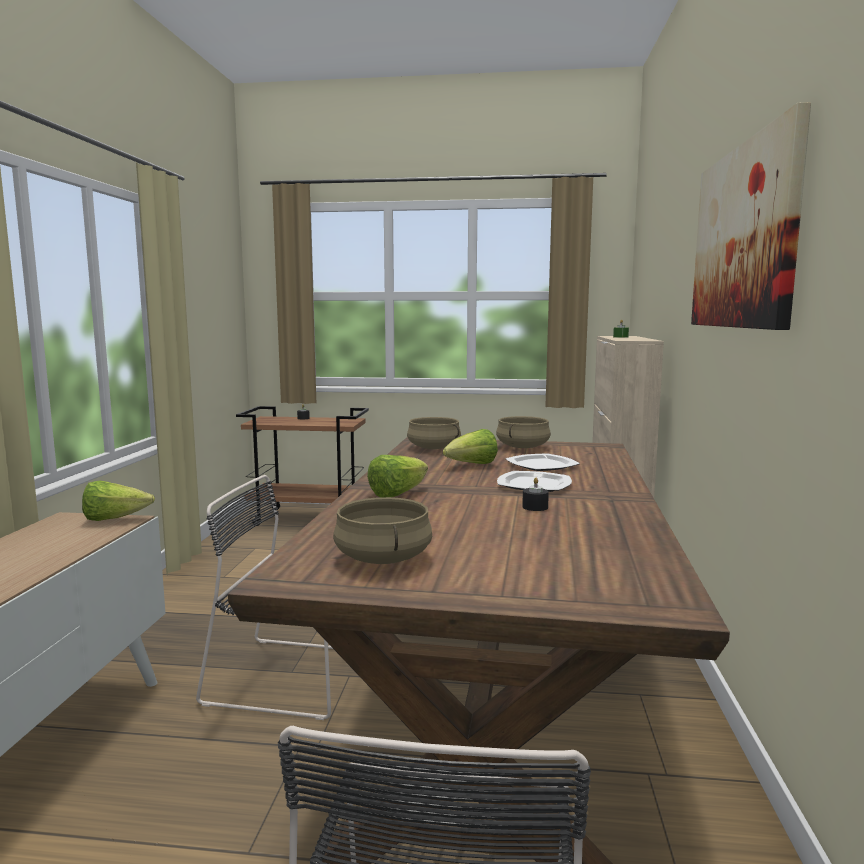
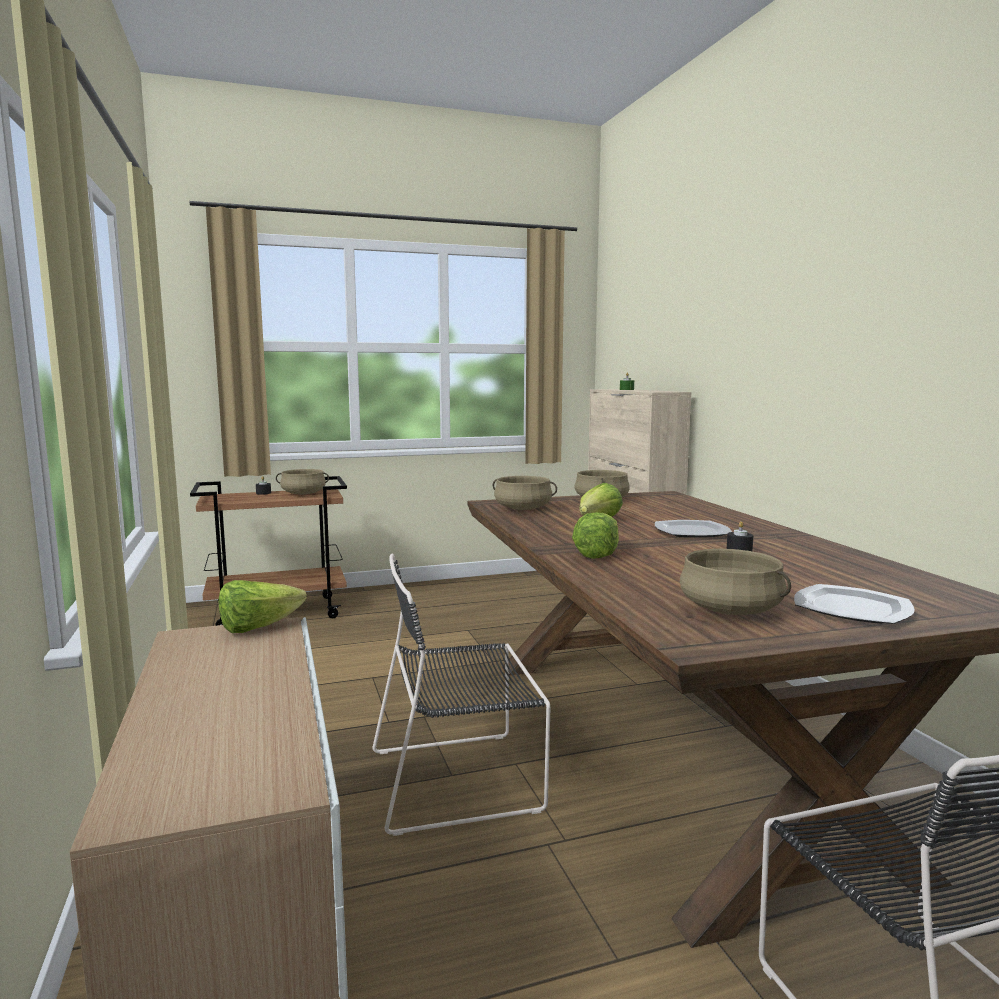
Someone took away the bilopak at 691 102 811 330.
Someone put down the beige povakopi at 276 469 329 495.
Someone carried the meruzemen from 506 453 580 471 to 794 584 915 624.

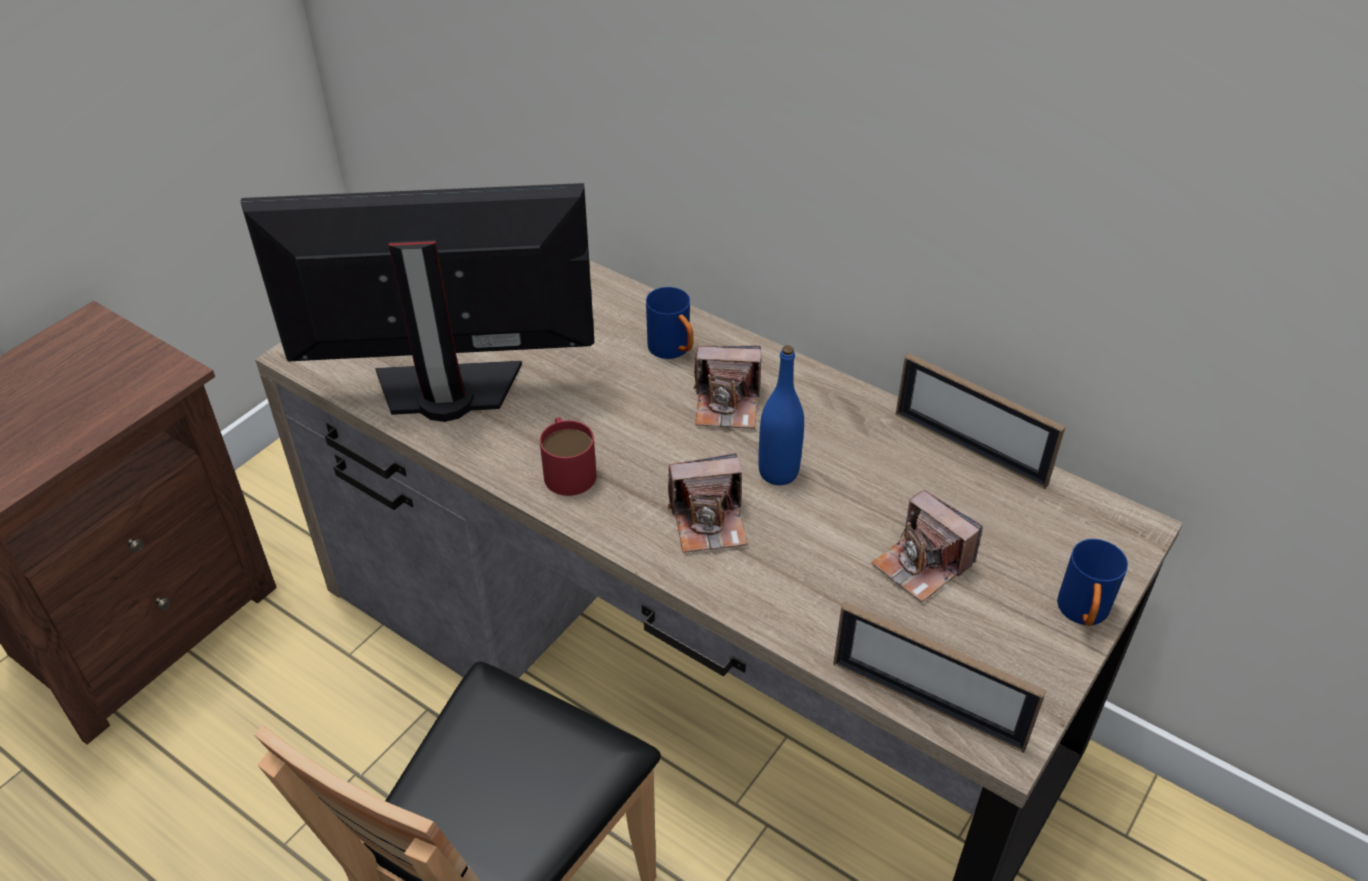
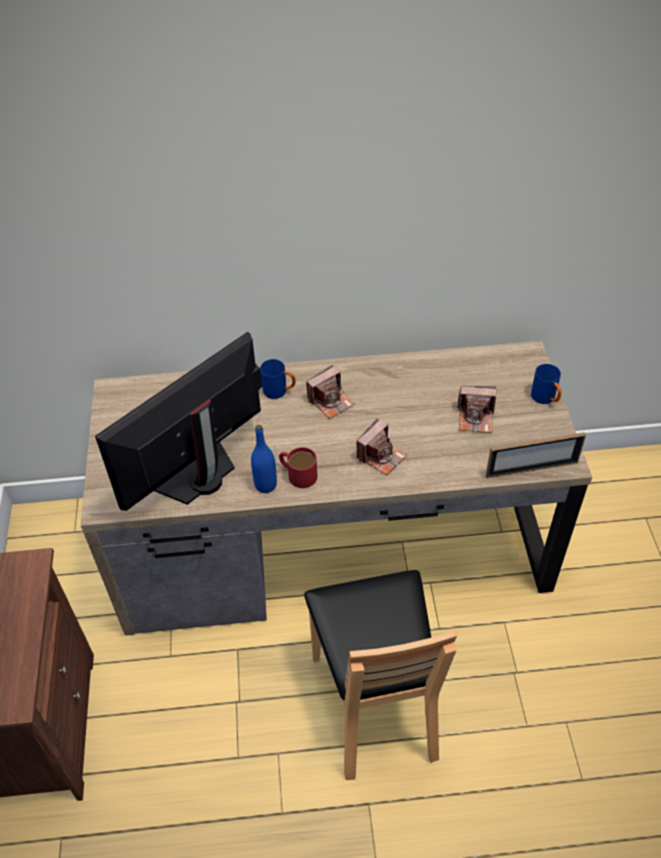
Someone took away the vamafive at 896 353 1066 489.
Someone carried the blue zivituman from 758 345 804 485 to 251 425 277 493.

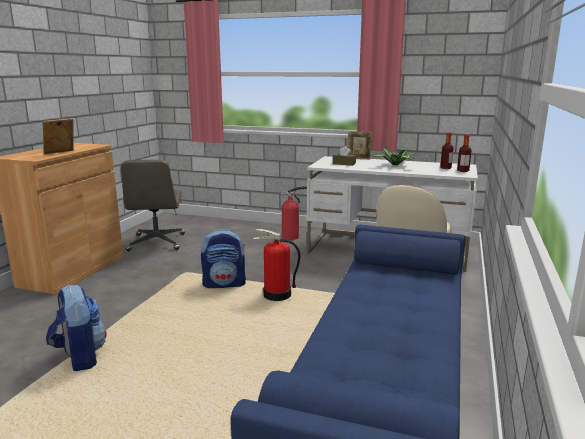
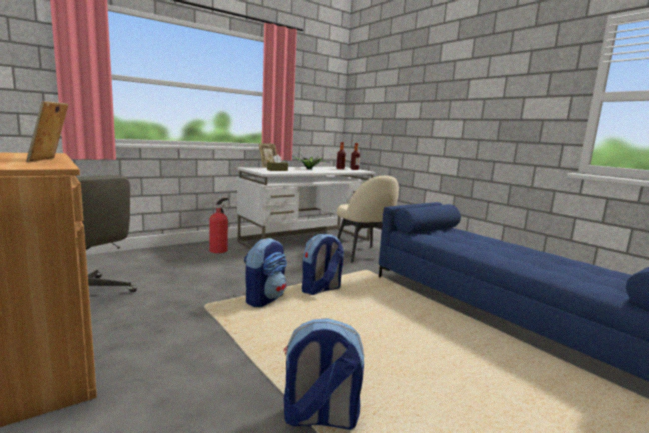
Someone swapped the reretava at 253 229 300 301 for the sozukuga at 302 234 344 295.

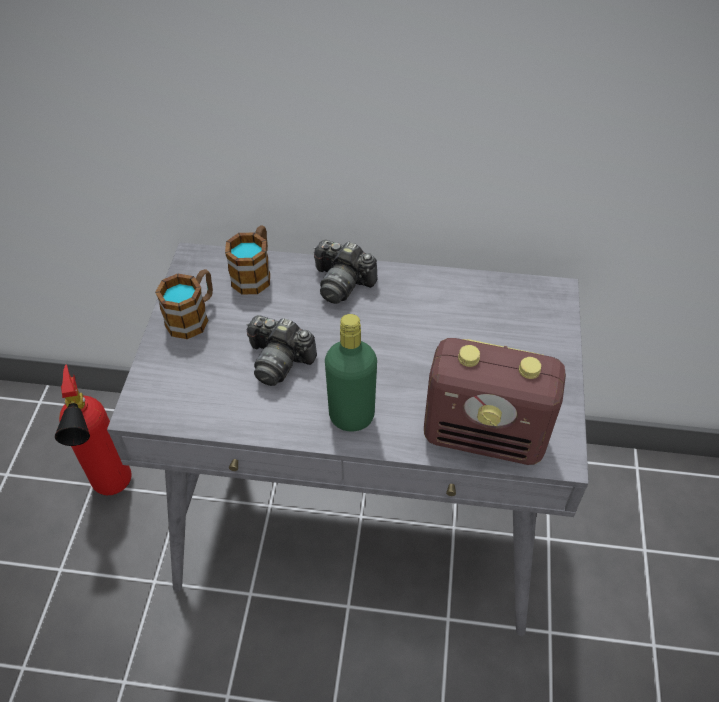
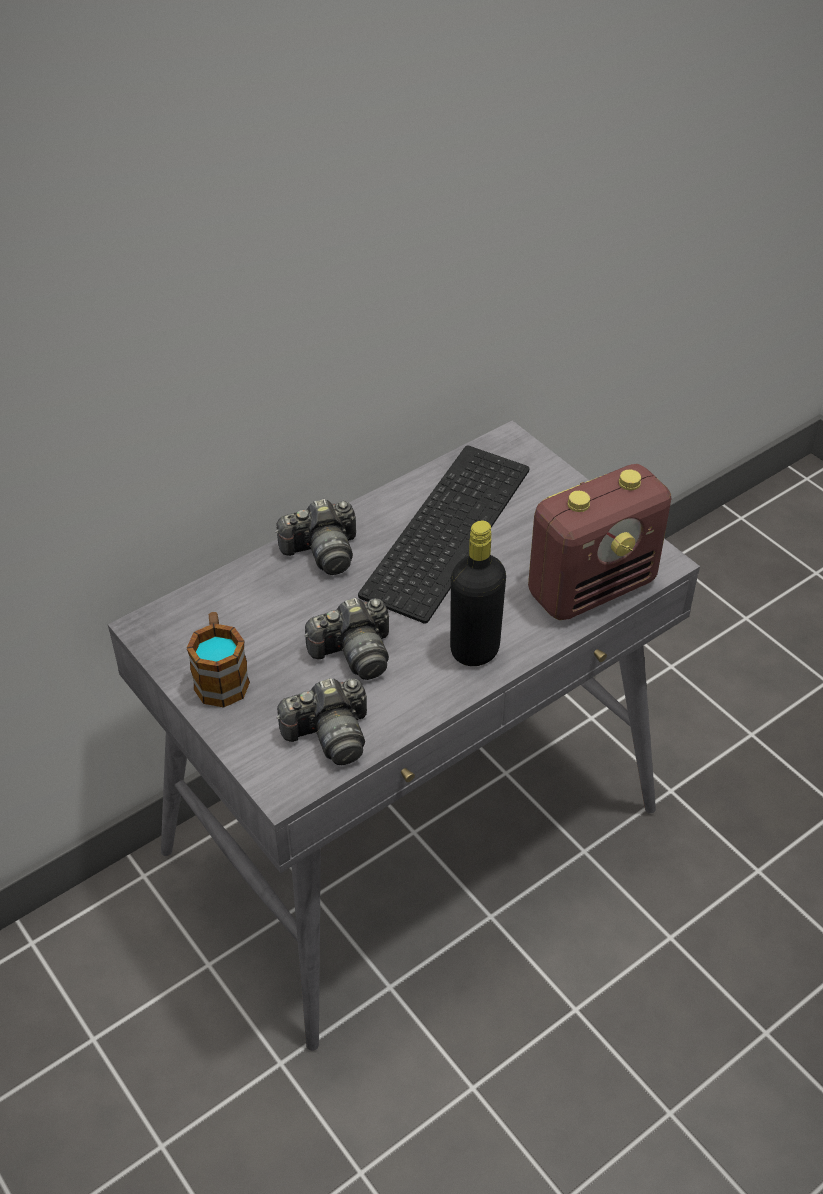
Someone took away the reretava at 55 364 132 495.
Someone took away the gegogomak at 225 225 270 295.
Someone put down the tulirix at 276 678 367 765.
Someone put down the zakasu at 358 445 530 624.
Someone repainted the green zivituman at 325 314 377 432, which became the black zivituman at 450 521 506 666.

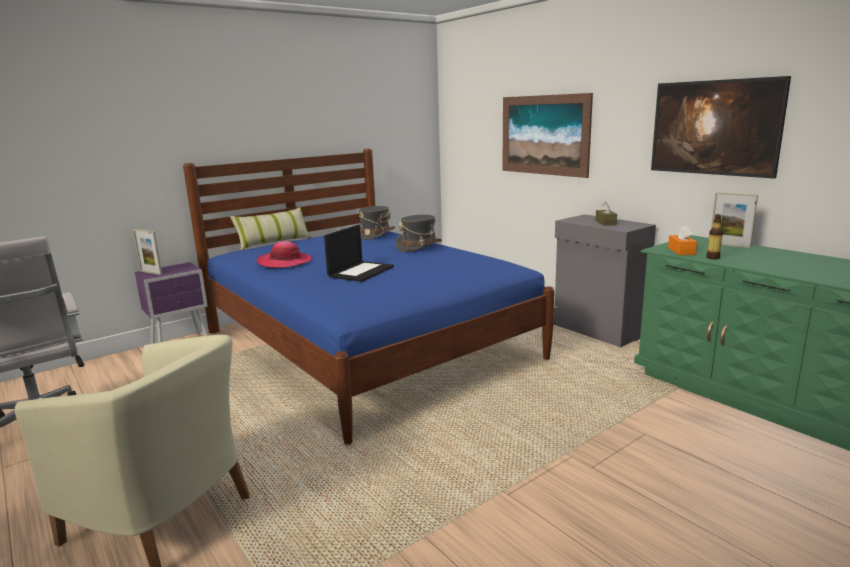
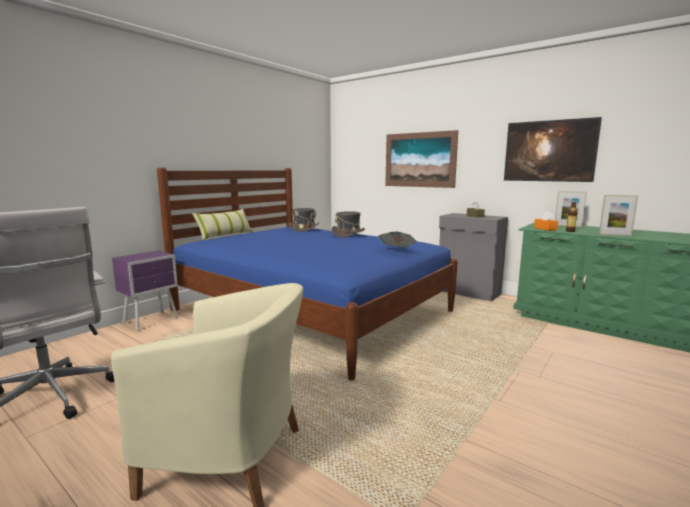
Someone took away the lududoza at 256 241 312 268.
Someone took away the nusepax at 324 224 394 282.
Someone put down the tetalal at 378 232 416 247.
Someone carried the vamafive from 133 229 162 275 to 599 195 638 236.

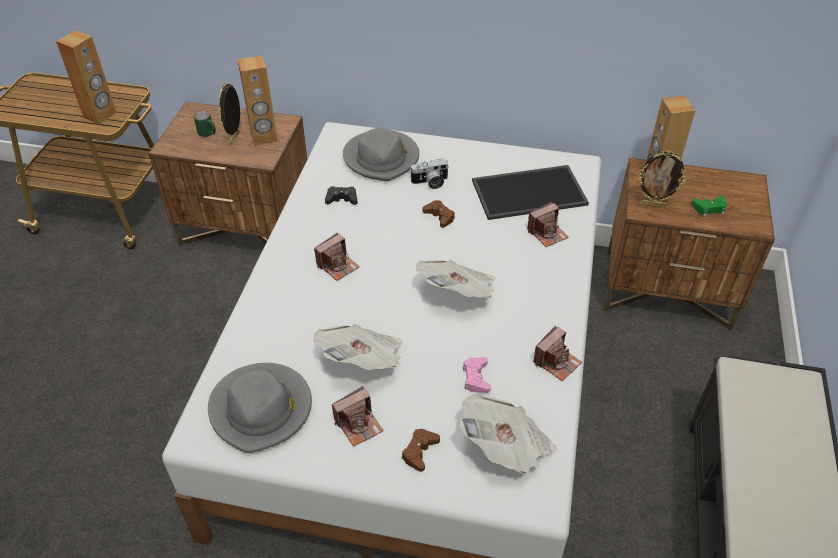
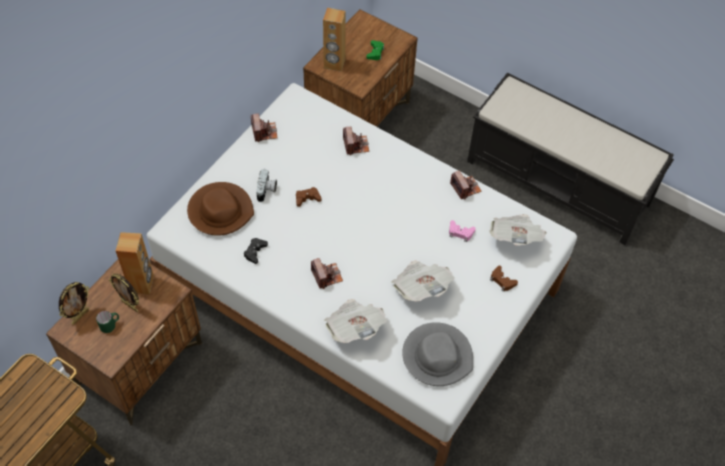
Someone took away the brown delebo at 56 31 117 124.
Someone took away the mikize at 472 165 589 220.
Someone carried the tulirix from 332 386 384 447 to 251 114 278 142.
Someone carried the tetalal from 416 260 495 298 to 324 299 387 343.
Someone carried the vamafive from 638 150 686 208 to 59 282 89 325.
Someone repainted the grey lududoza at 343 128 419 181, which became the brown lududoza at 187 182 254 236.

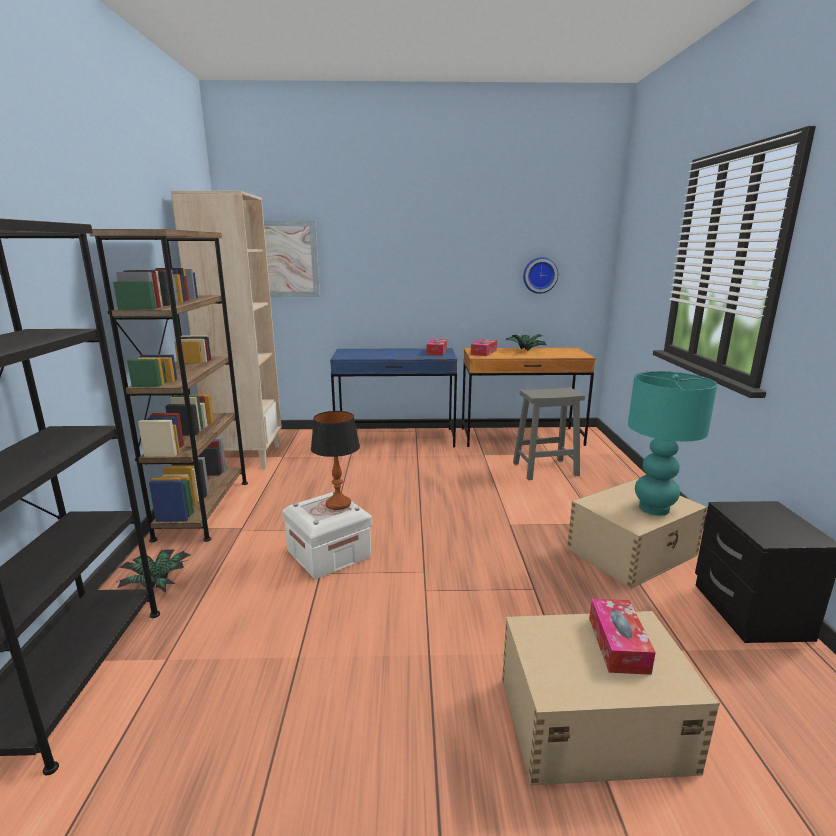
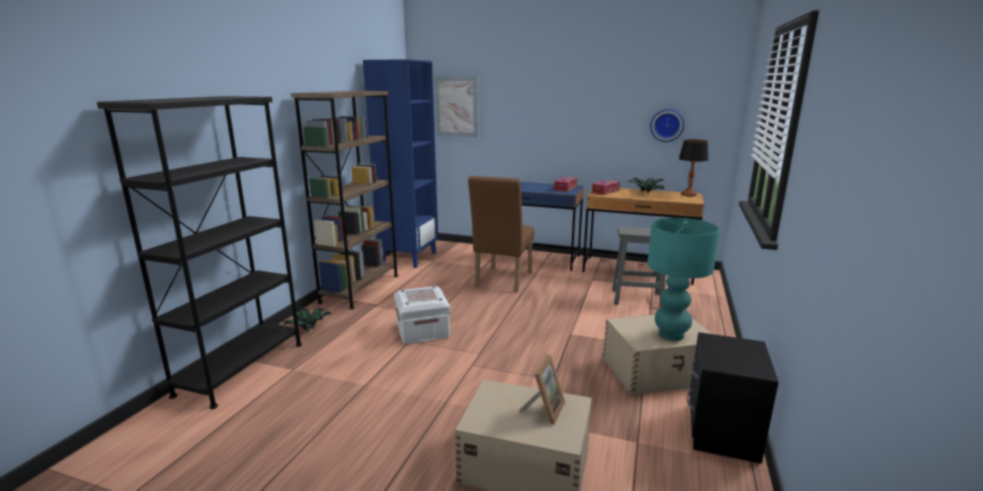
Someone put down the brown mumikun at 468 176 534 292.
Someone carried the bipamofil from 311 411 360 510 to 679 139 708 196.
Someone swapped the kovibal at 589 599 656 675 for the vamafive at 519 355 565 424.
Someone repainted the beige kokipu at 171 191 282 469, which became the blue kokipu at 363 59 438 268.

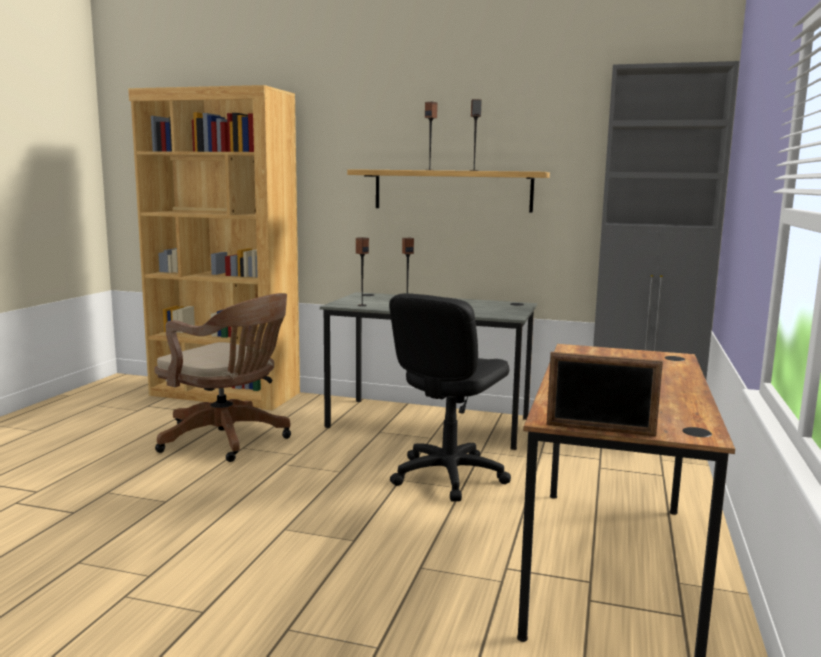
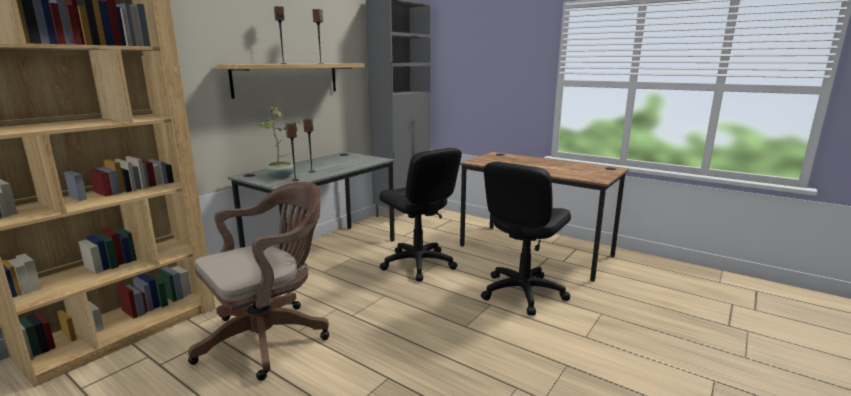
Someone took away the vamafive at 547 352 663 437.
Someone put down the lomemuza at 258 107 301 179.
Someone put down the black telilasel at 481 162 571 315.

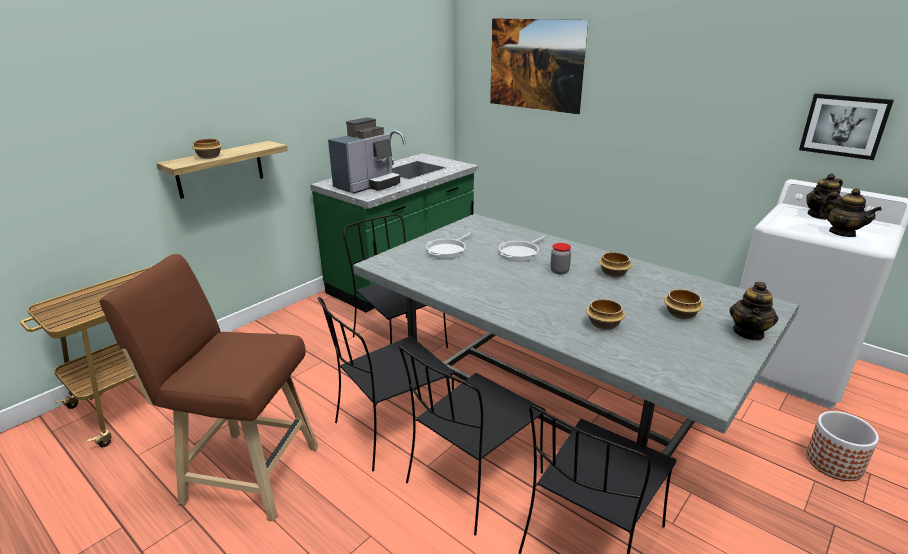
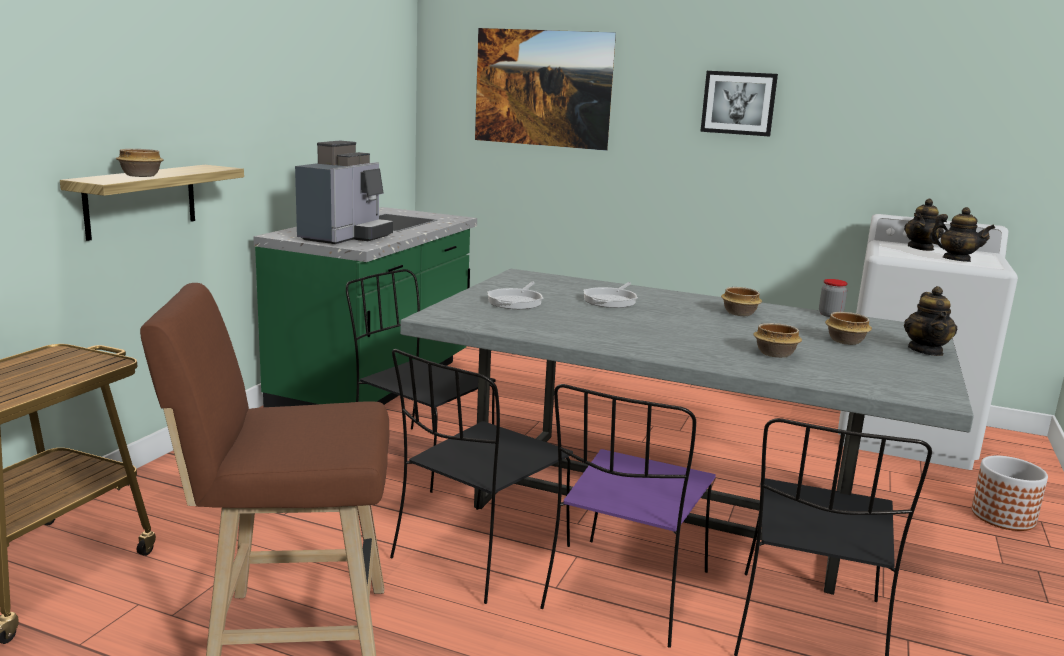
Someone carried the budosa from 550 243 571 275 to 819 279 848 317.
Someone carried the bilopak from 799 93 894 160 to 700 71 778 137.
Someone repainted the black mumikun at 398 345 546 535, which became the purple mumikun at 540 384 716 648.

